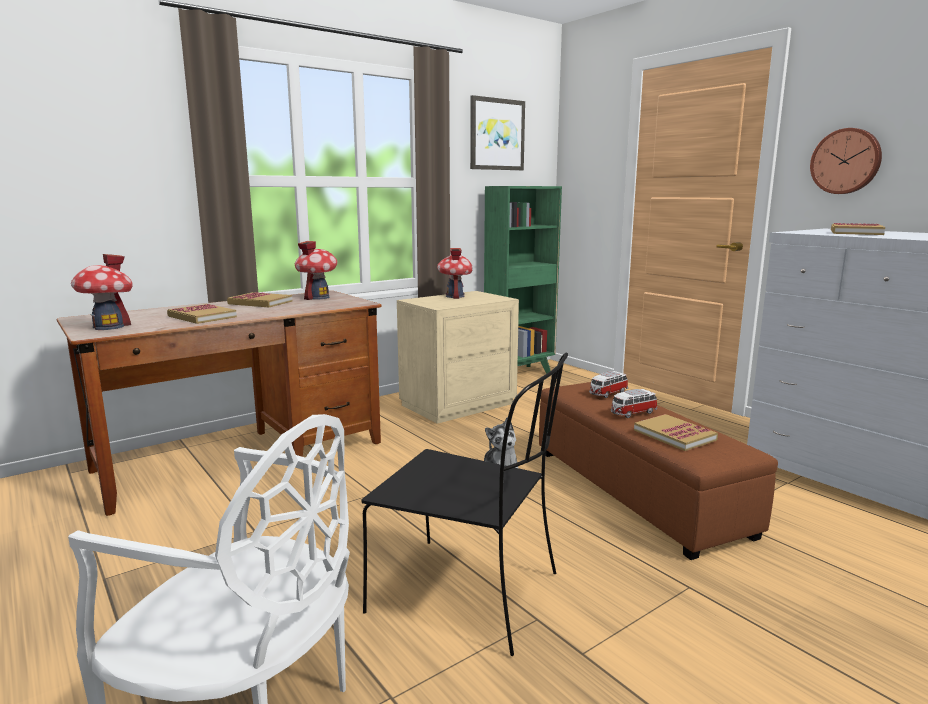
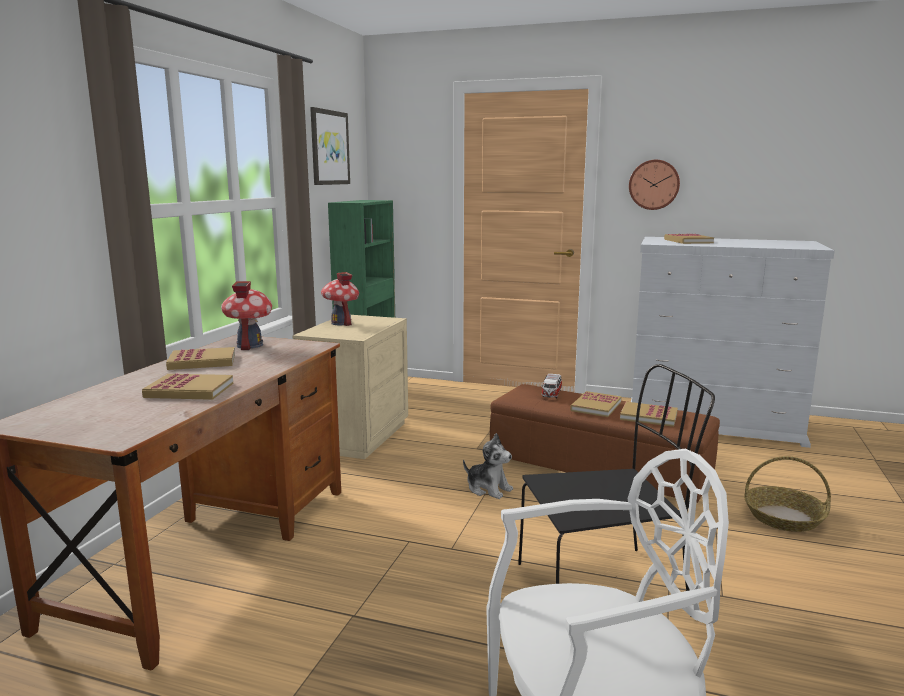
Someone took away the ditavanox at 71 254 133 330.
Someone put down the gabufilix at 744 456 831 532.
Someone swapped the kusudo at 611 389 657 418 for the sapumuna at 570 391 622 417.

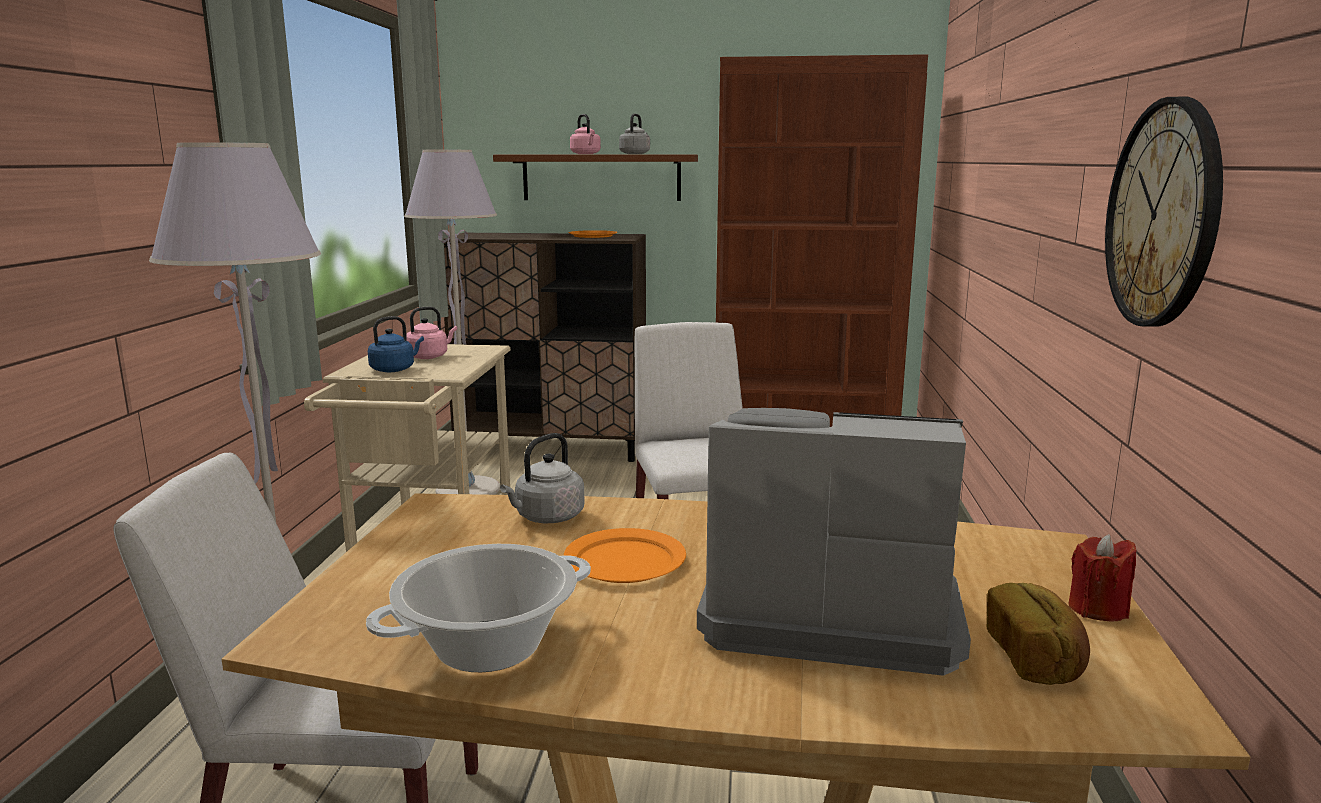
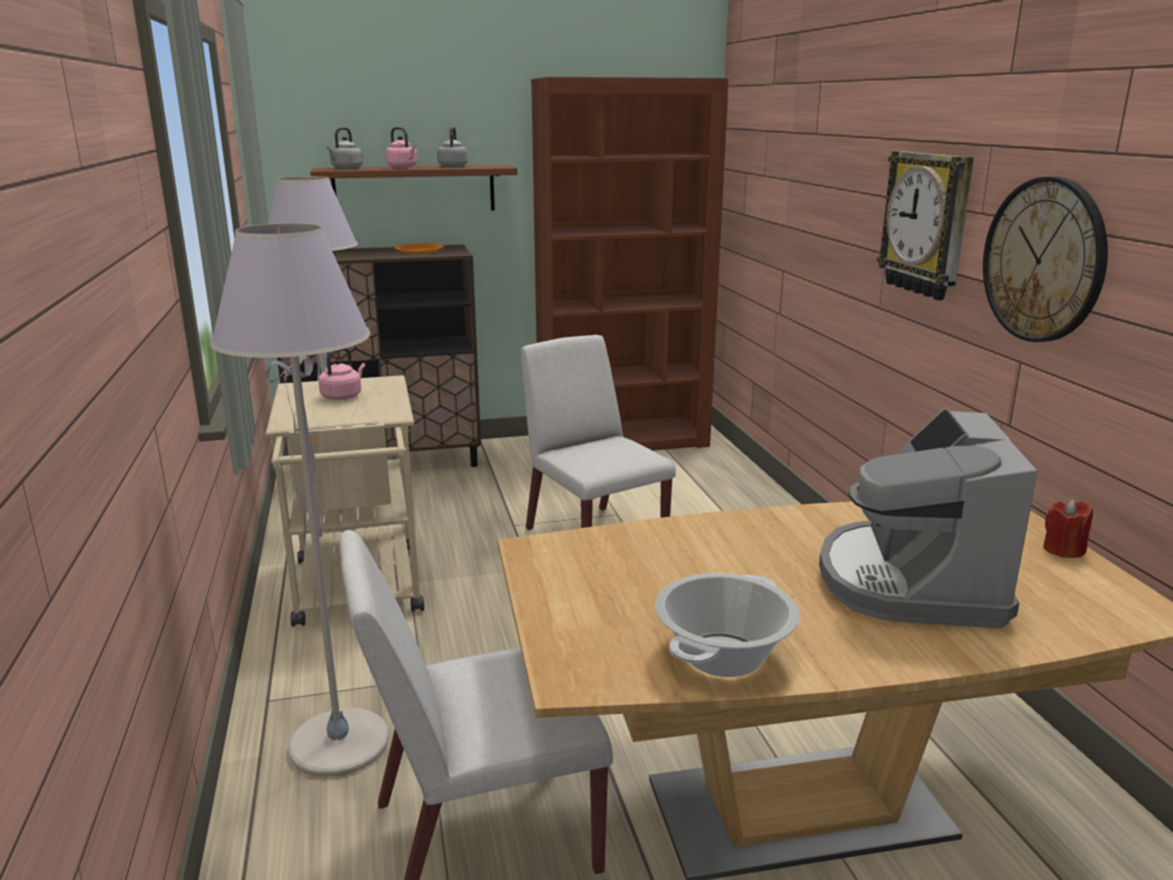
Someone took away the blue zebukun at 368 316 424 372.
Someone took away the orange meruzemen at 564 528 686 583.
Someone took away the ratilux at 986 583 1090 685.
Someone put up the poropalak at 877 151 974 300.
Someone carried the grey zebukun from 500 433 585 523 to 326 127 363 169.
Someone rotated the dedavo at 697 408 971 676 by 75 degrees counterclockwise.

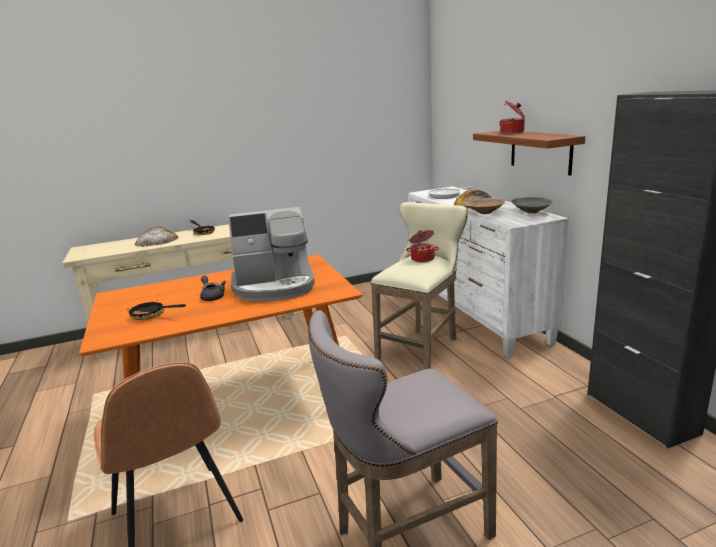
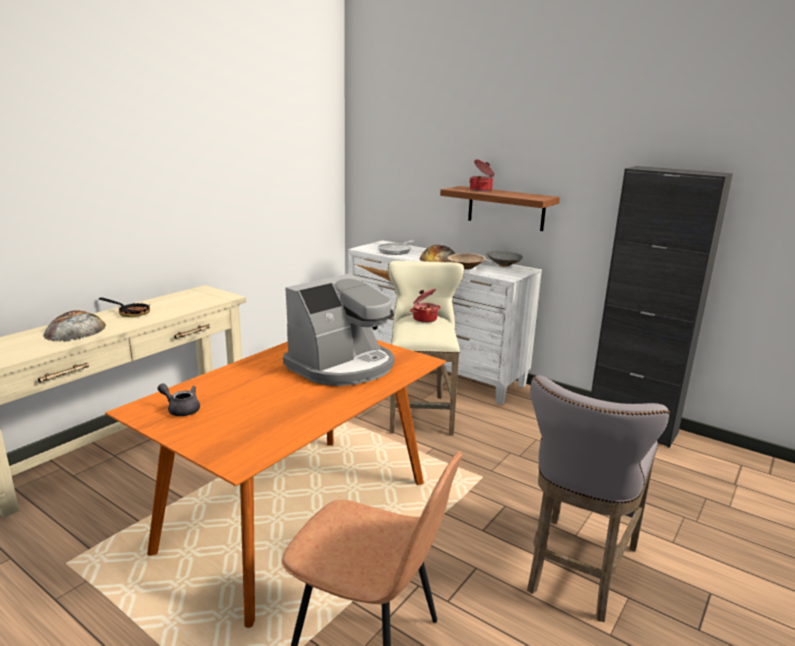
Someone took away the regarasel at 127 300 186 320.
Someone carried the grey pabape from 200 276 226 301 to 158 383 200 416.

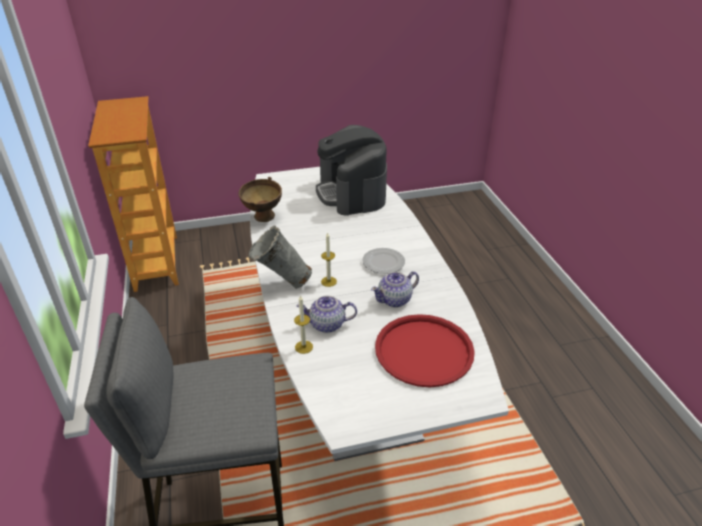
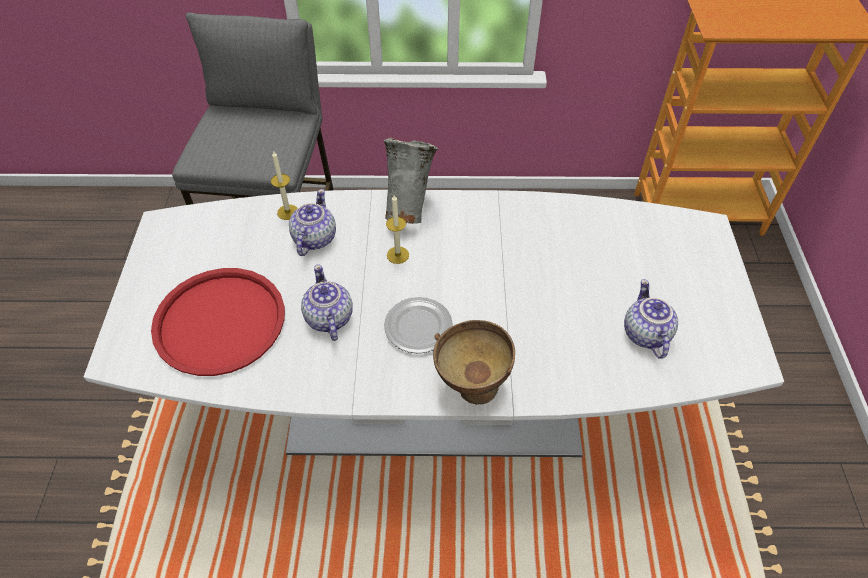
Someone carried the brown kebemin from 239 177 282 222 to 433 320 515 405.
Someone swapped the dedavo at 316 125 387 216 for the pabape at 624 279 678 359.

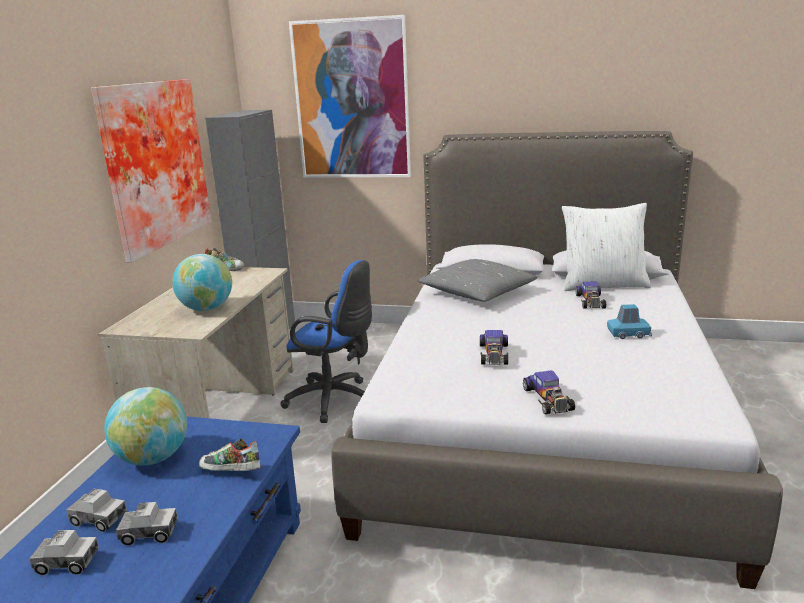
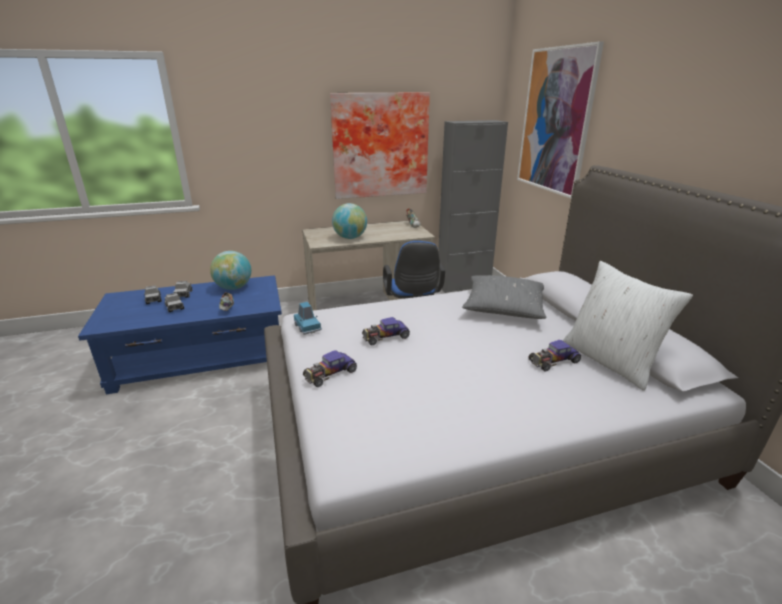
Someone carried the blue kusudo from 607 304 652 339 to 294 302 322 335.

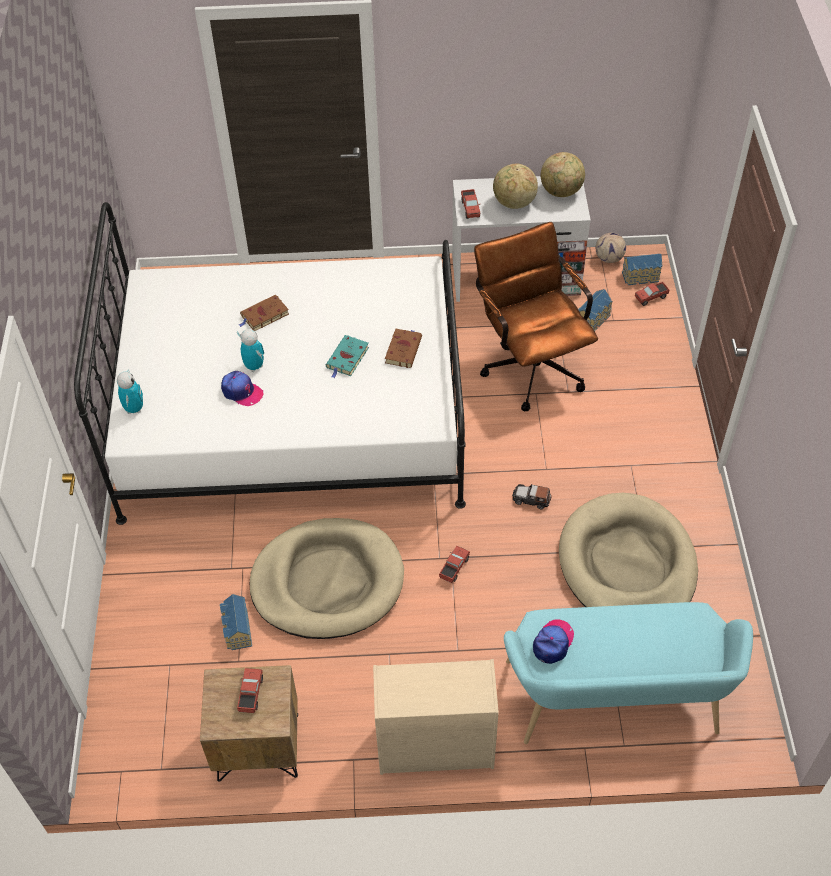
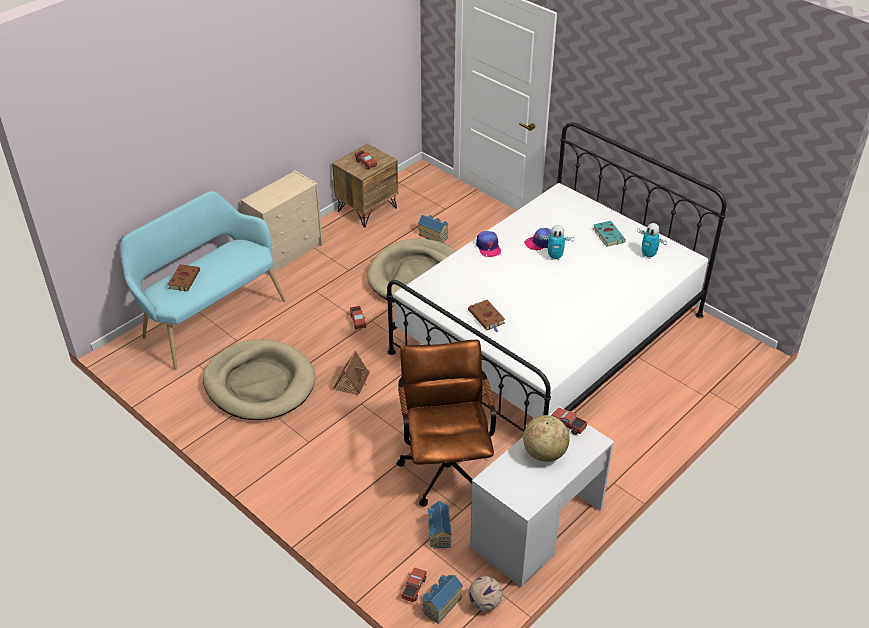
Someone took away the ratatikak at 541 152 585 197.
Someone carried the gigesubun from 117 371 143 414 to 637 223 667 259.
Someone carried the brown sapumuna from 239 295 289 331 to 168 264 200 291.
Someone carried the turquoise sapumuna from 326 335 369 378 to 593 221 626 247.
Someone carried the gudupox from 533 619 574 664 to 476 231 501 257.
Someone swapped the kusudo at 512 484 552 509 for the ditavanox at 334 350 369 395.
Someone rotated the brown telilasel at 474 222 598 411 by 120 degrees counterclockwise.

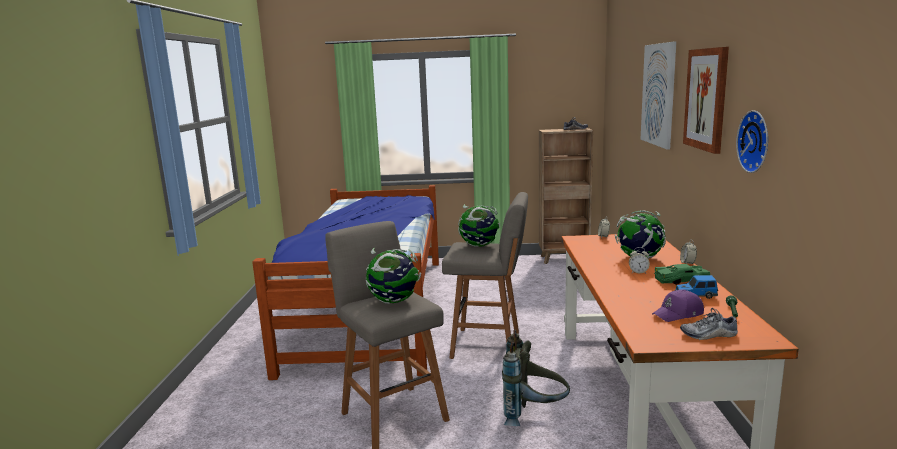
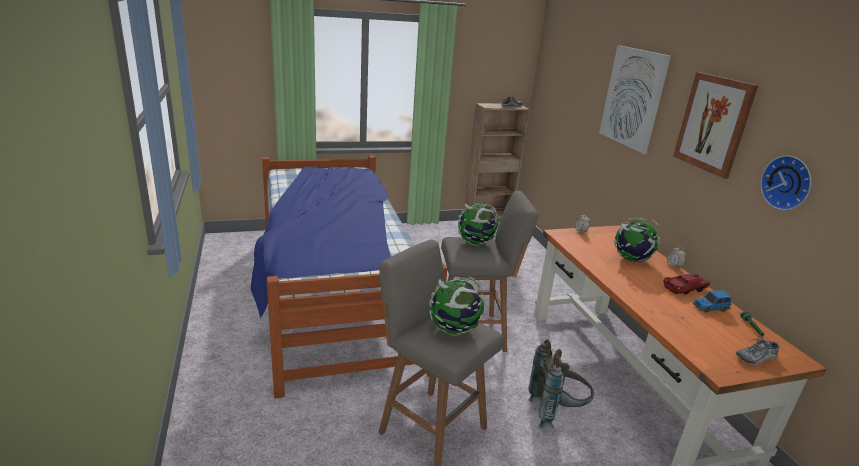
Someone took away the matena at 629 247 650 273.
Someone took away the purple gudupox at 652 289 704 322.
Someone repainted the green kusudo at 654 264 710 285, which became the red kusudo at 663 274 710 295.

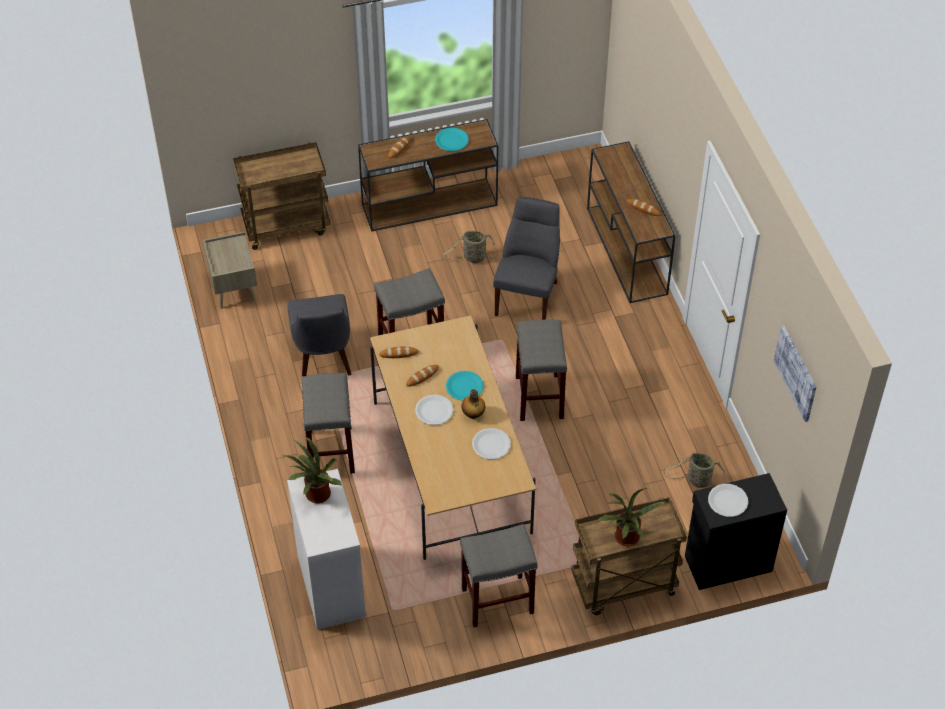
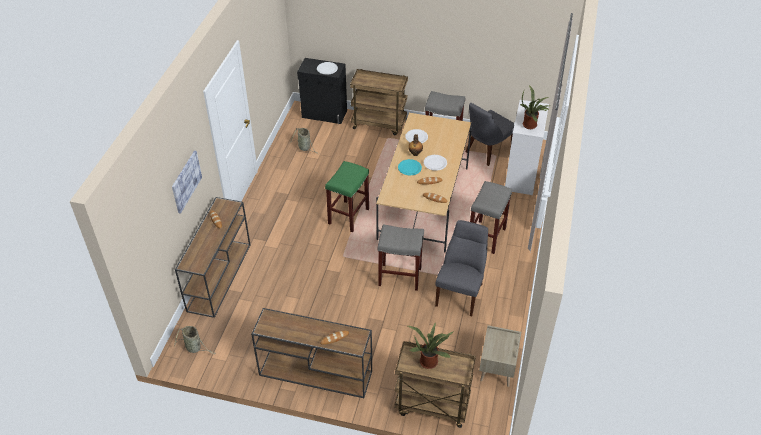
Someone took away the turquoise meruzemen at 435 128 469 151.
Someone carried the gabufilix from 442 231 498 263 to 174 326 214 354.
Someone carried the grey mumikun from 493 197 560 320 to 466 103 514 166.
Someone carried the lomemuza from 597 488 666 547 to 408 322 454 369.
Someone carried the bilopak from 774 325 816 422 to 172 150 202 214.
Someone repainted the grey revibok at 516 319 567 421, which became the green revibok at 325 161 369 232.

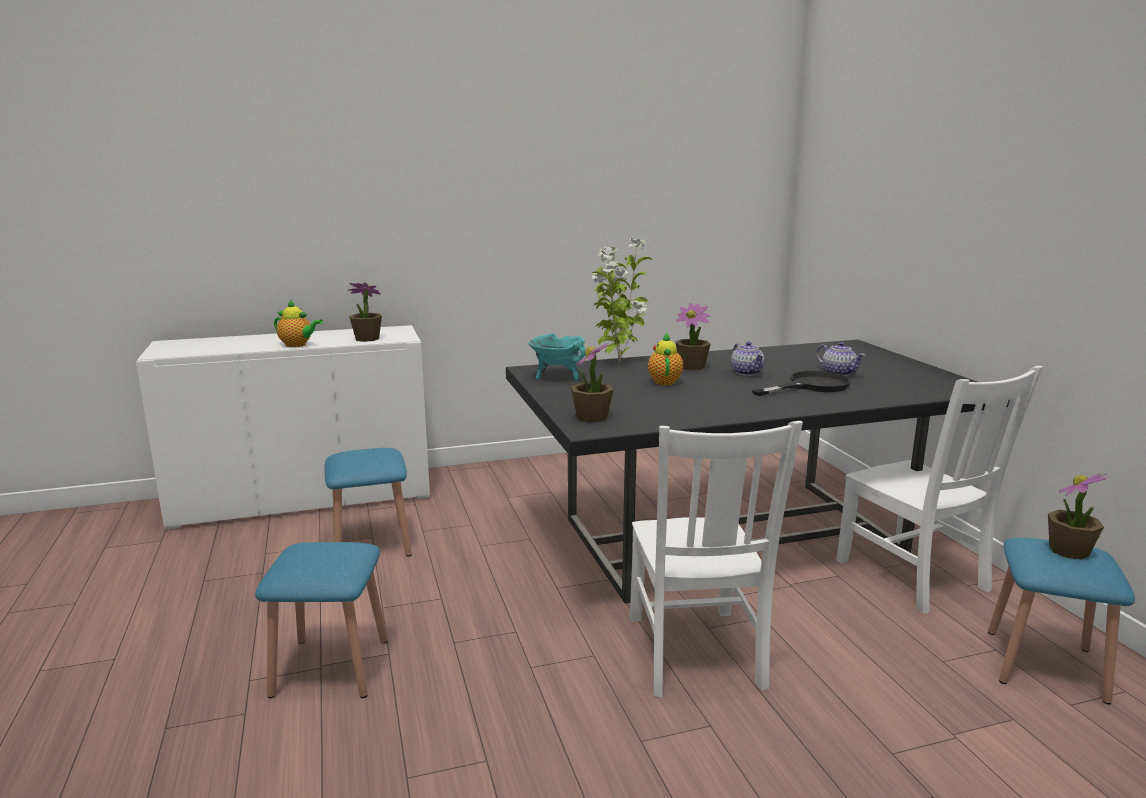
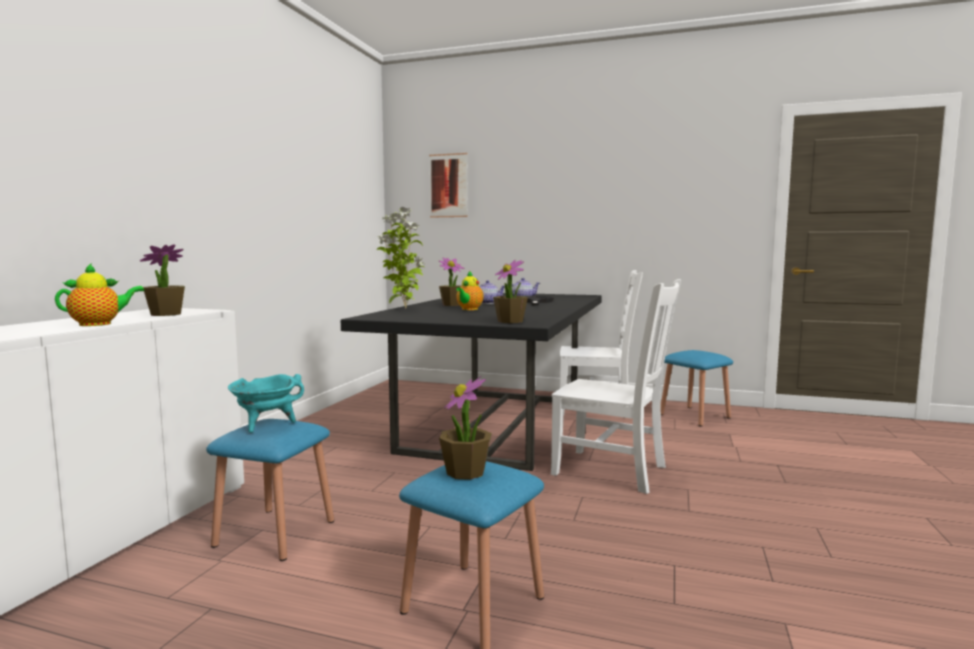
Someone put up the bilopak at 429 153 468 218.
Someone carried the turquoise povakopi from 529 333 585 381 to 228 374 304 433.
Someone carried the lomemuza from 1048 474 1107 560 to 439 376 491 480.
Someone rotated the pabape at 648 333 683 385 by 105 degrees counterclockwise.

